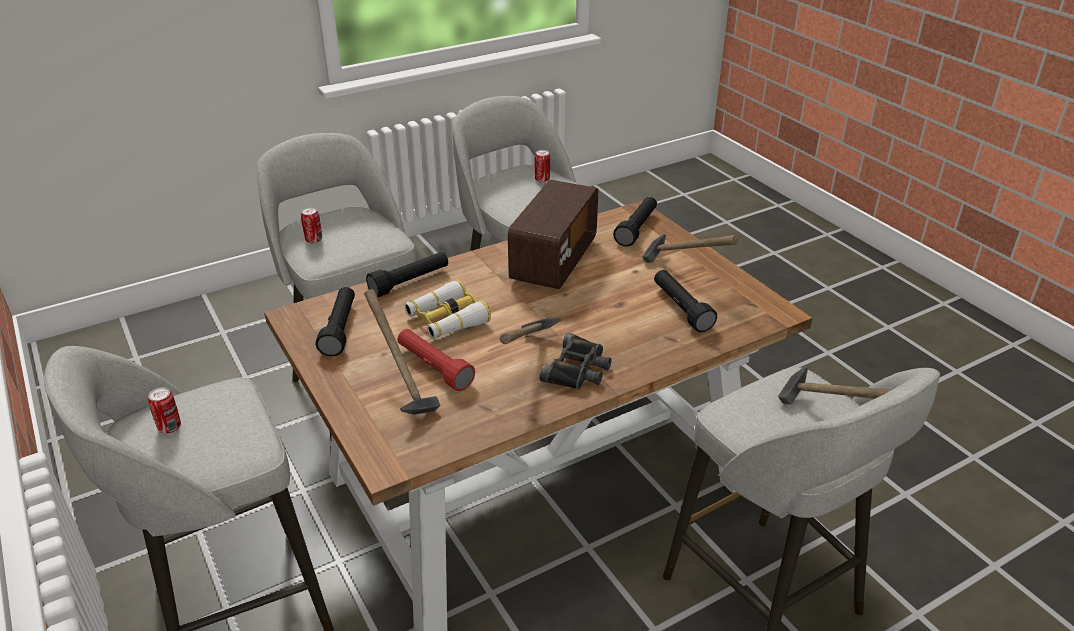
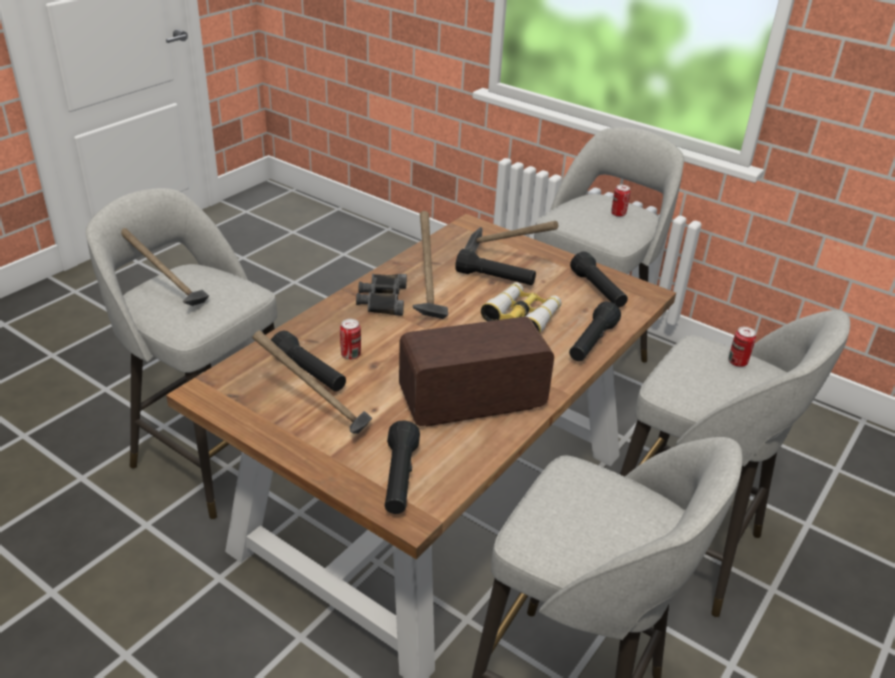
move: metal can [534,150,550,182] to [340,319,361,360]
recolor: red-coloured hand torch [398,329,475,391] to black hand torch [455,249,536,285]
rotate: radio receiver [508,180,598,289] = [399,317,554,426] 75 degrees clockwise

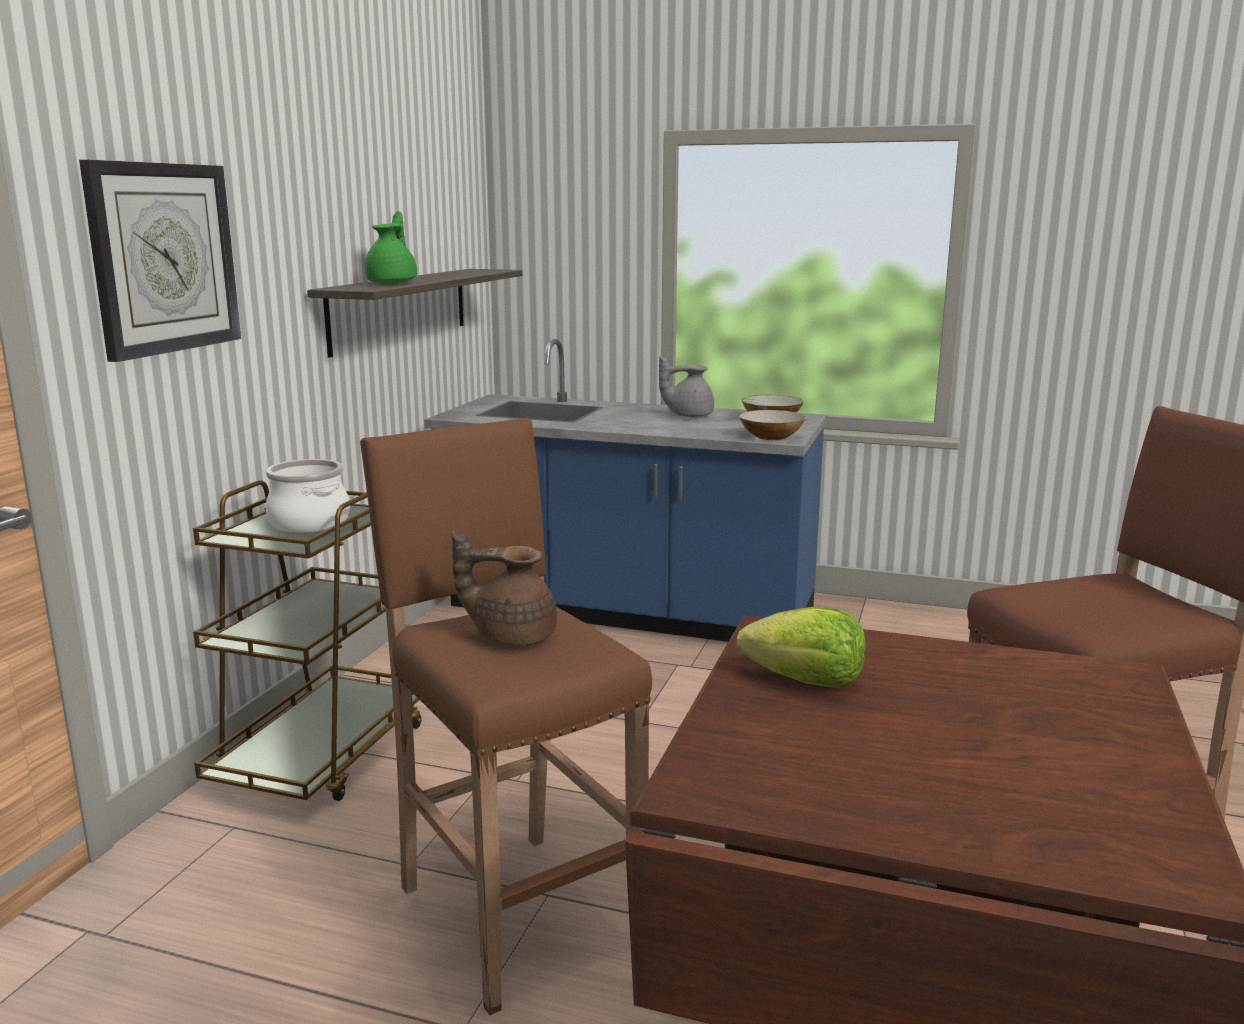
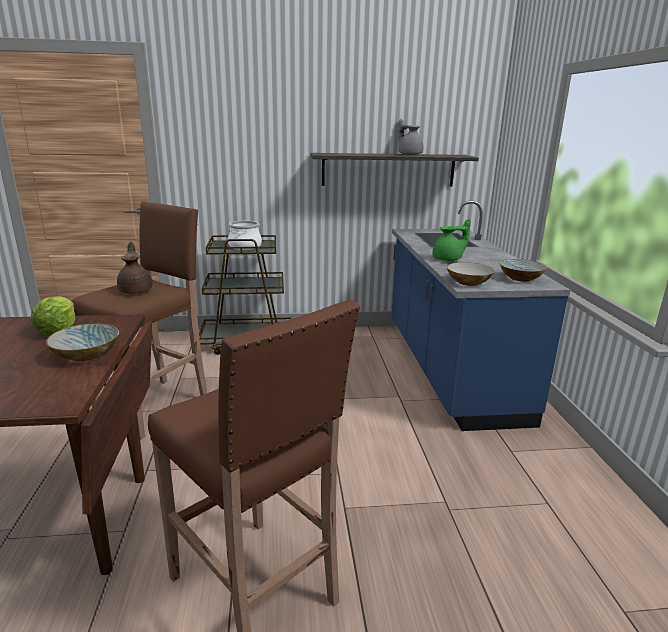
delete: wall clock [79,160,241,362]
insert: serving bowl [46,324,119,361]
move: green pot for tea [365,211,417,284] to [433,219,471,261]; grey pot for tea [659,356,714,417] to [398,119,424,155]

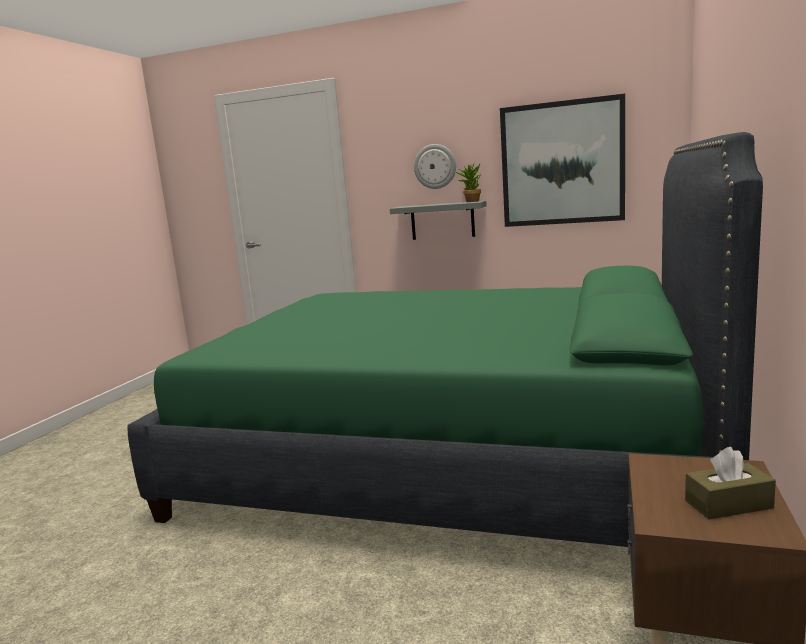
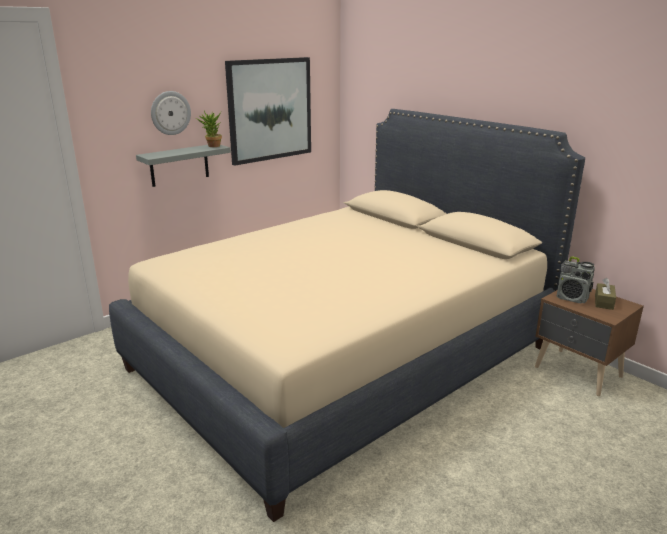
insert: radio receiver [557,256,595,303]
recolor: green bedroom bed [127,132,763,547] to beige-coloured bedroom bed [109,109,585,522]

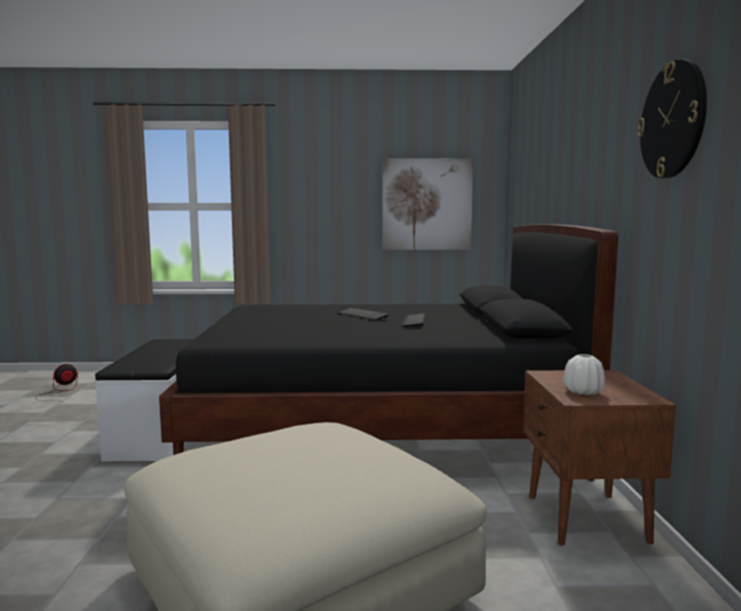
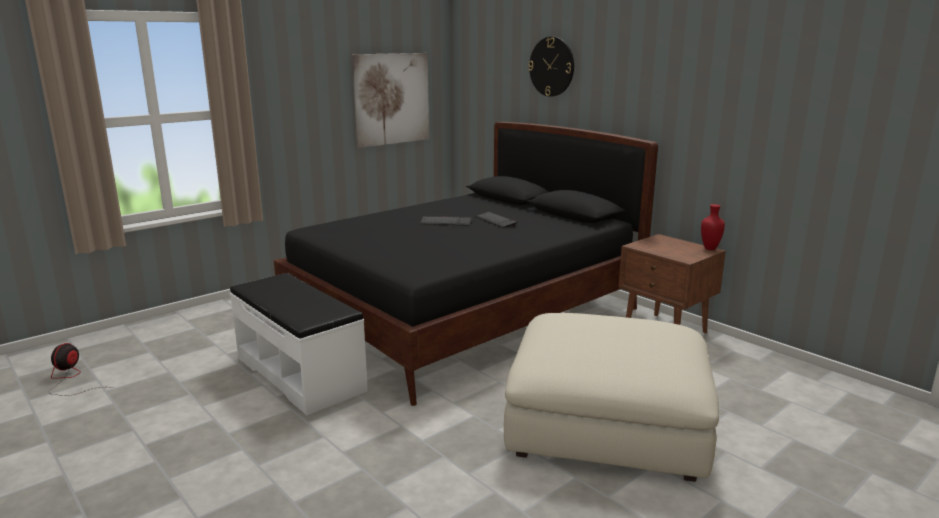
delete: whitish decorative vase [563,354,605,395]
insert: red-coloured decorative vase [701,204,725,250]
move: wall clock [637,59,707,178] to [528,37,574,97]

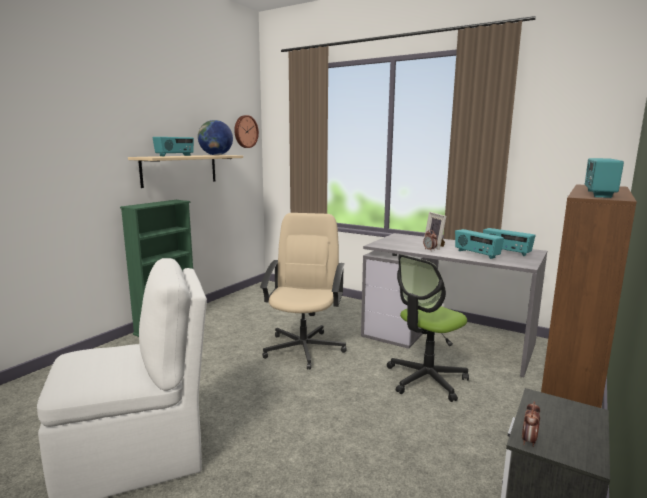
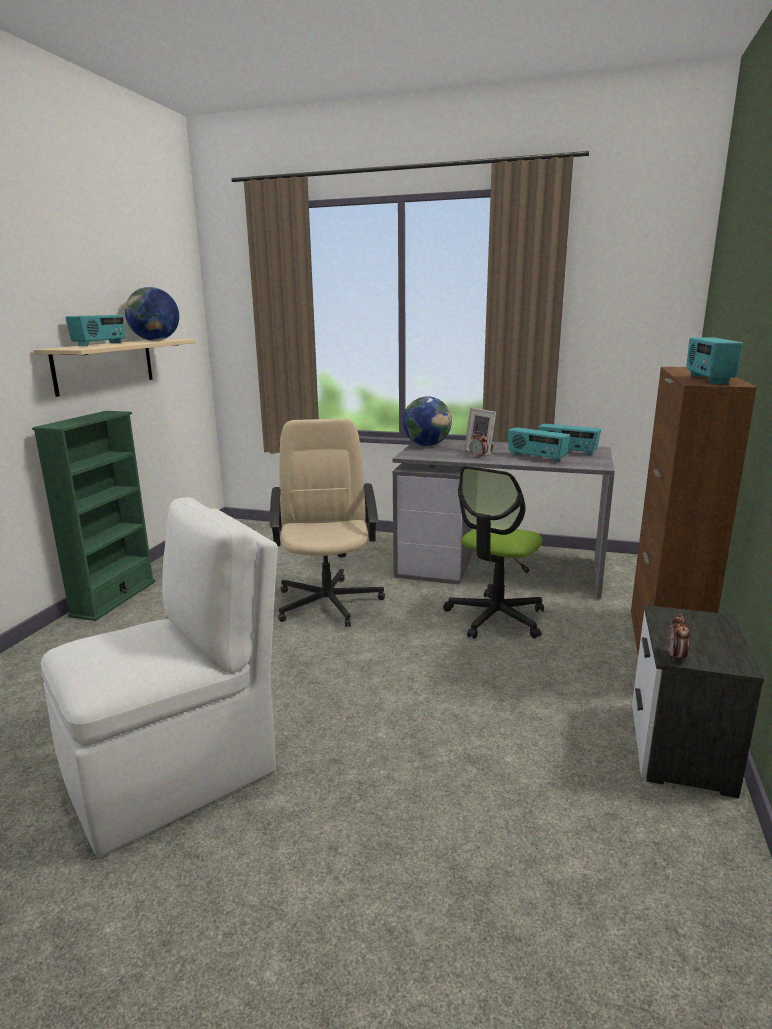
delete: wall clock [234,115,259,148]
insert: world globe [403,396,452,446]

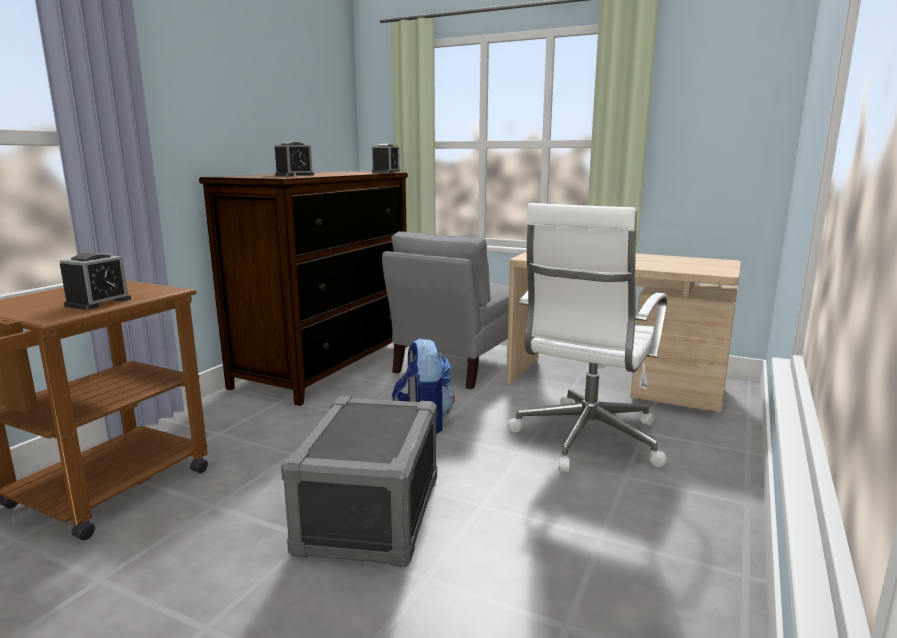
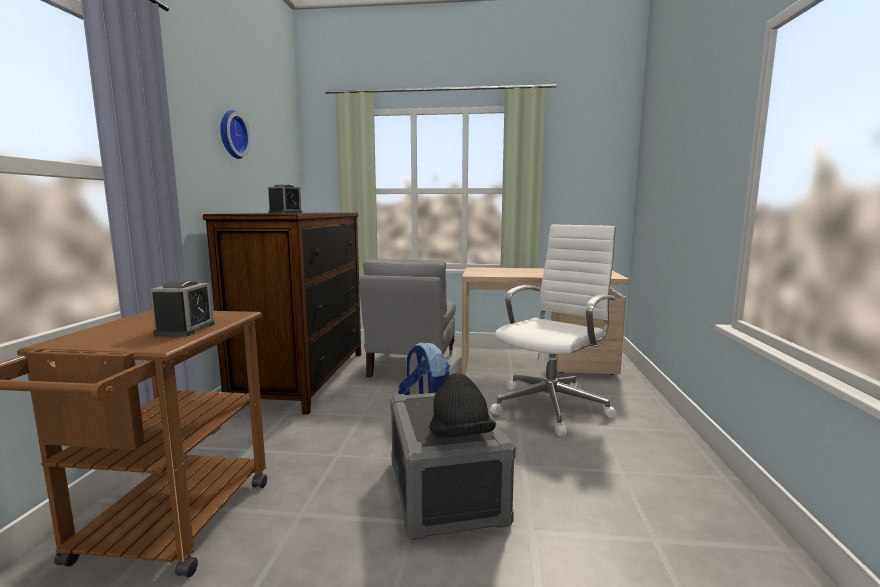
delete: bedside clock [372,144,400,173]
insert: wall clock [220,110,250,159]; black clothing hat [429,373,496,438]
rotate: whitish desk chair [507,203,667,472] = [490,224,617,436] 150 degrees counterclockwise

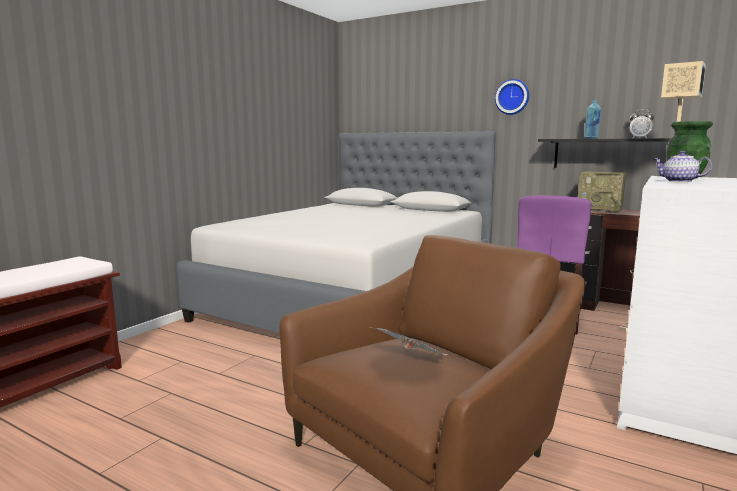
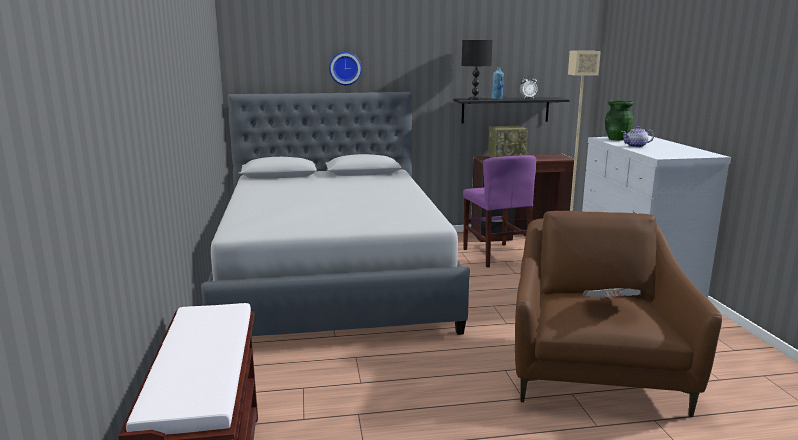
insert: black table lamp [462,40,492,100]
move: wall clock [495,79,529,115] to [329,52,362,85]

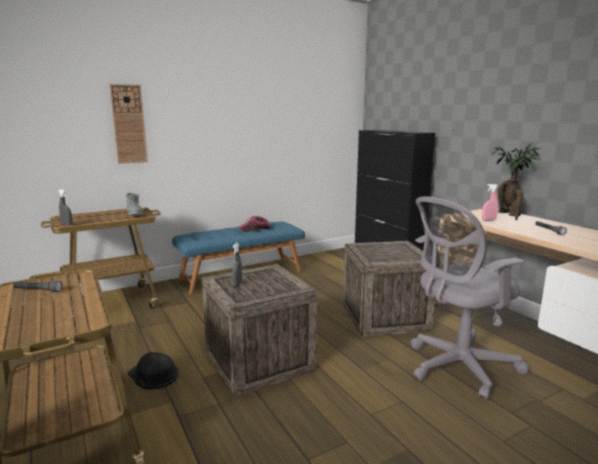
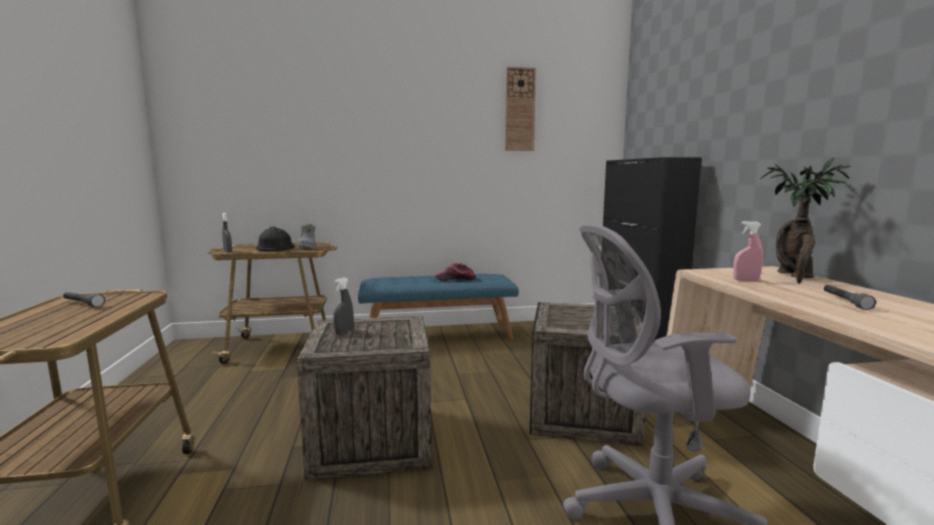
move: wall clock [109,84,148,164] to [505,67,536,151]; black work helmet [128,352,178,389] to [256,227,295,251]

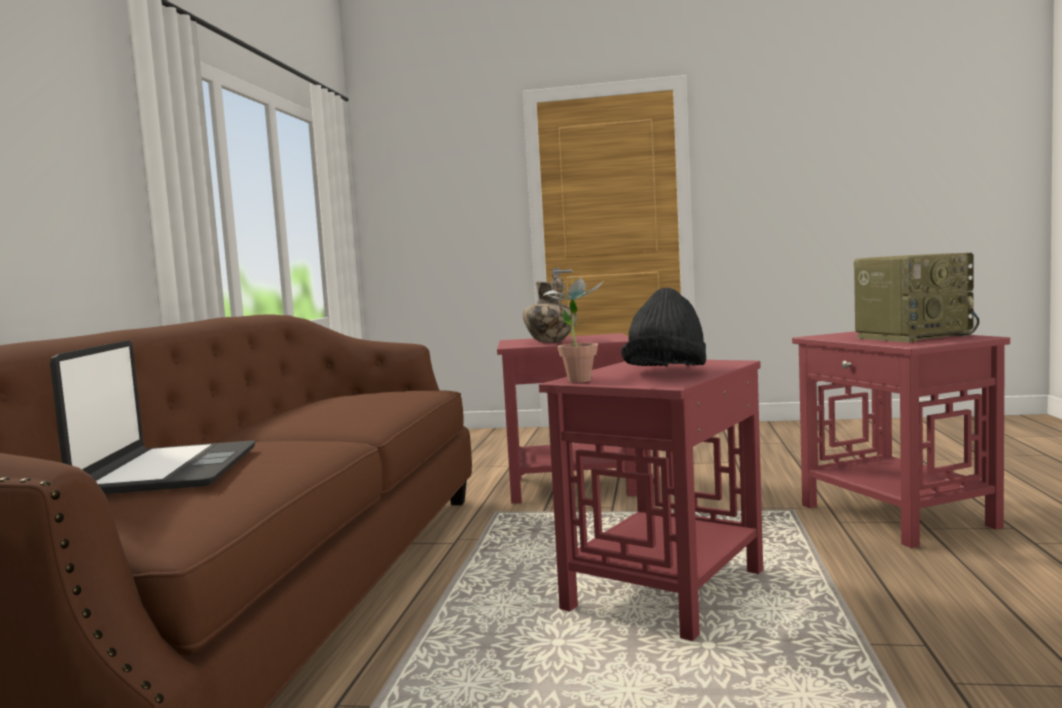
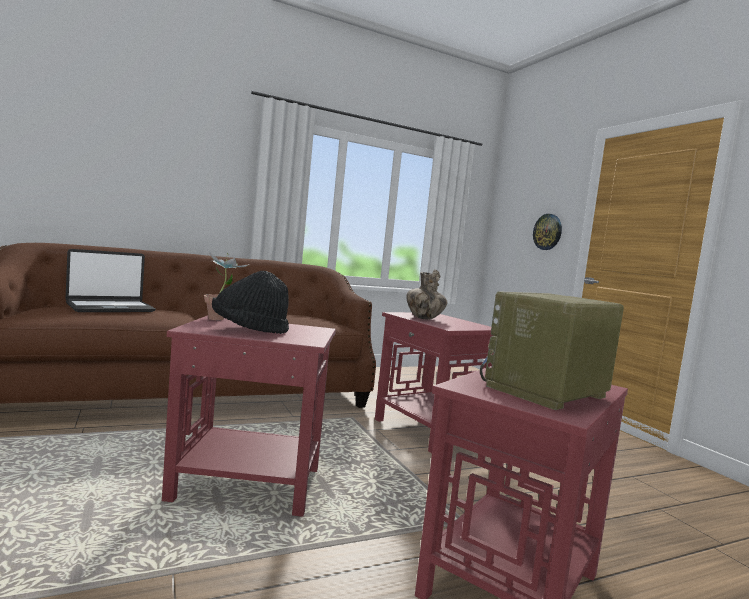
insert: wall clock [533,214,562,250]
rotate: radio receiver [854,253,979,343] = [480,291,624,410] 105 degrees clockwise

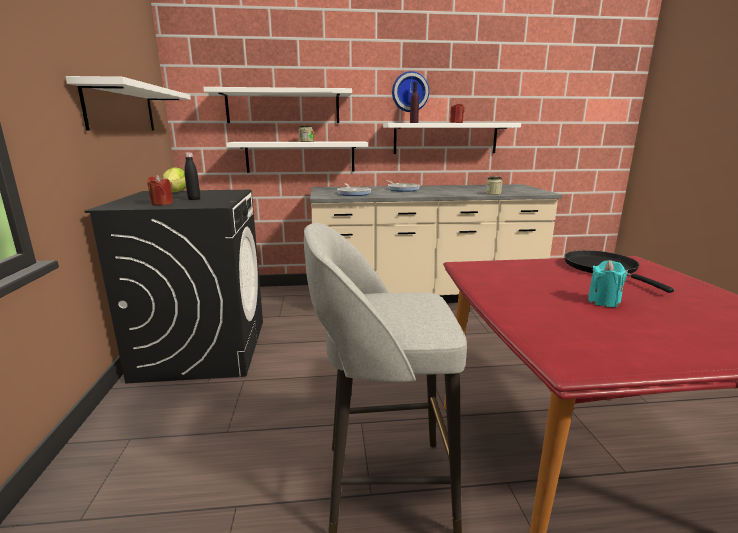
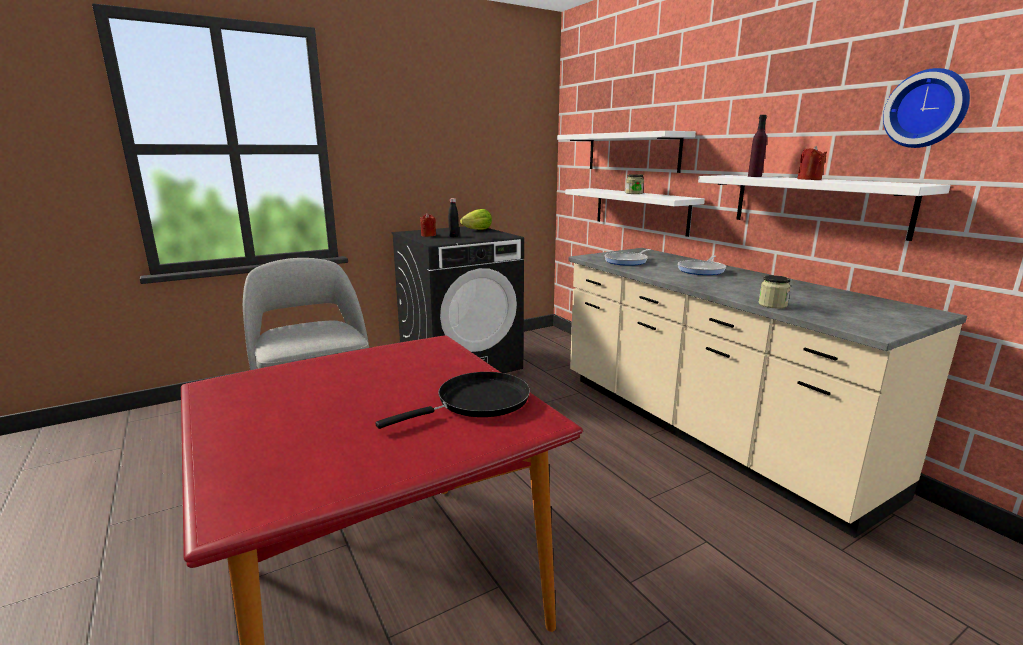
delete: whitish shelf [65,76,191,131]; blue-green wax light [588,260,627,307]
move: wall clock [392,71,429,112] to [883,68,970,148]

